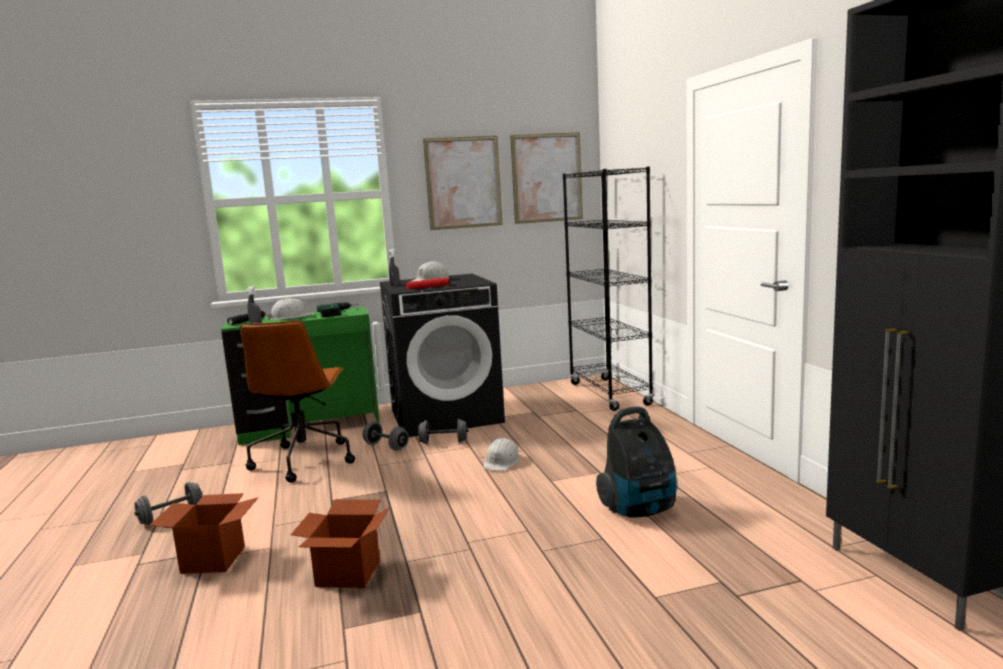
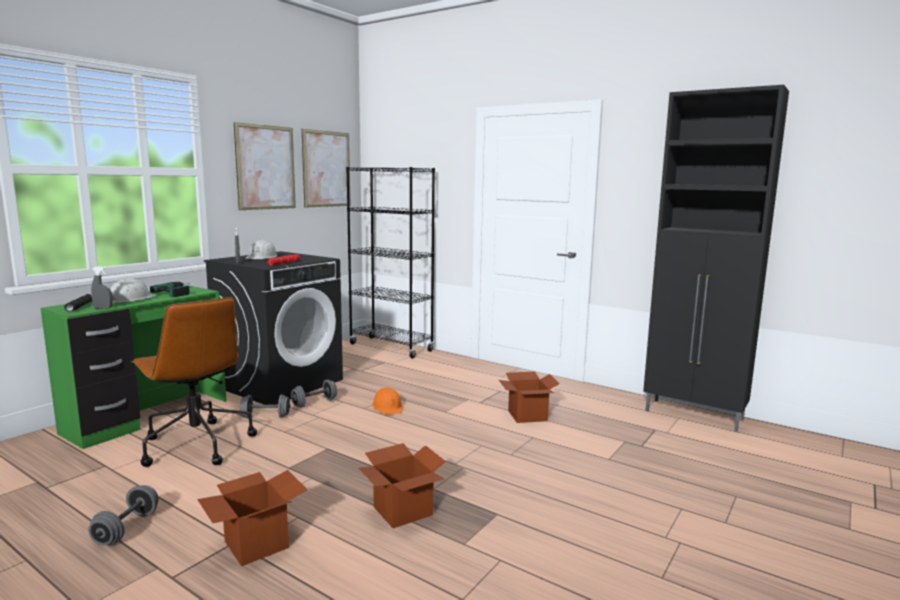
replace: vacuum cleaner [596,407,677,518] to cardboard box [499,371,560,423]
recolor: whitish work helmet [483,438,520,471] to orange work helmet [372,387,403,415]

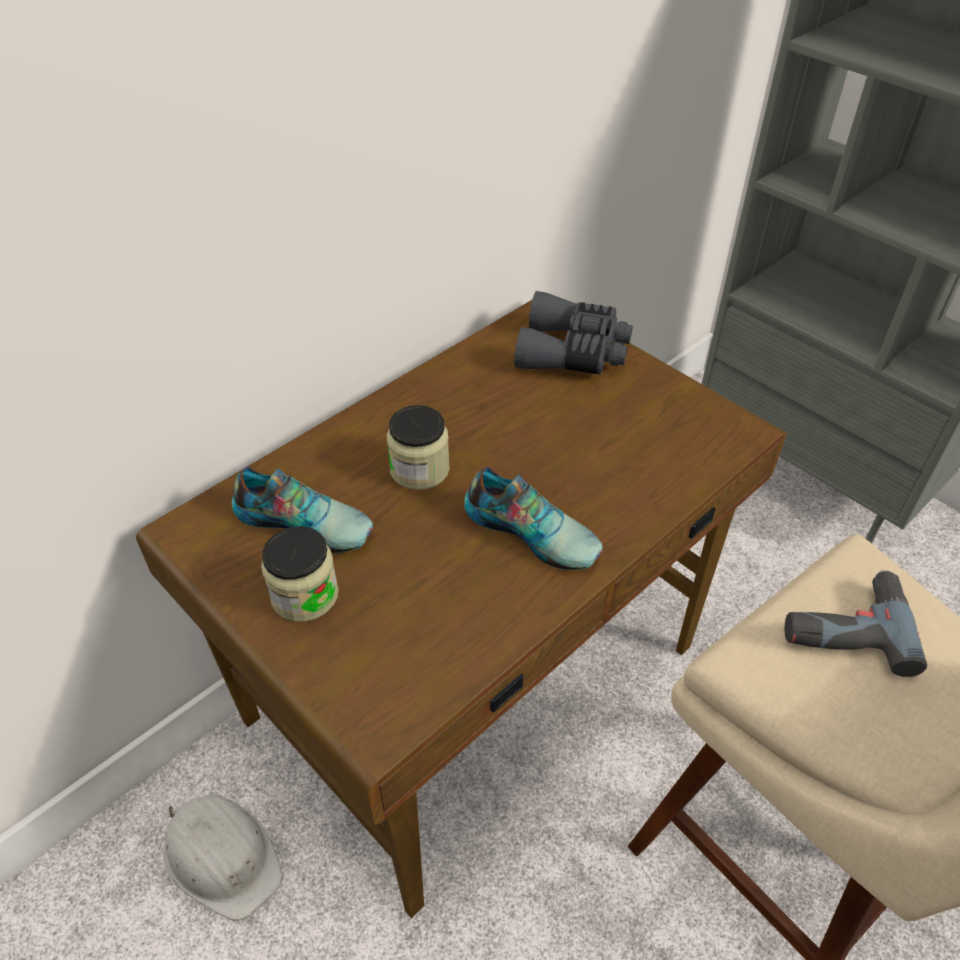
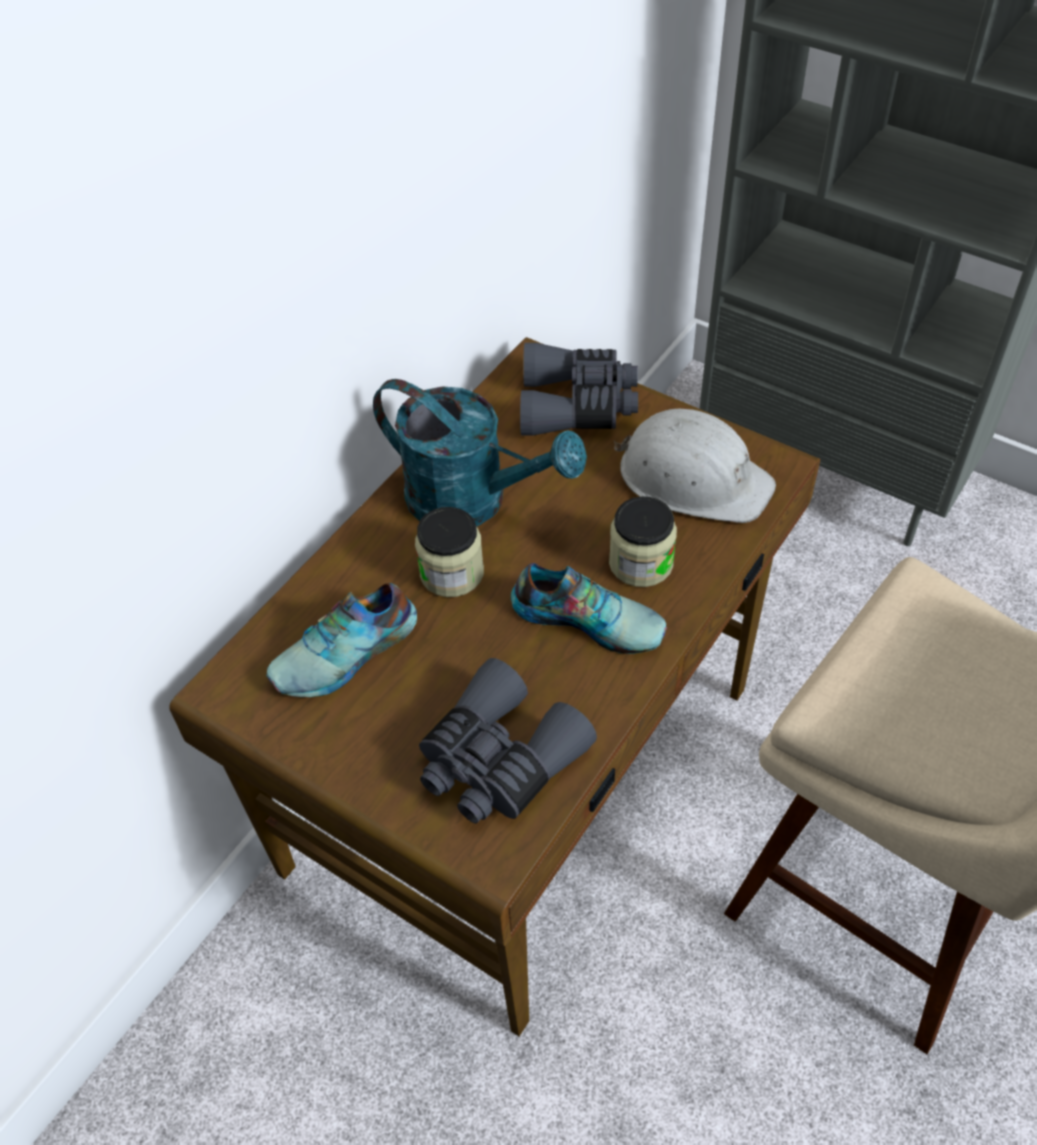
delete: power drill [785,570,927,677]
insert: blue-green sprinkling can [373,379,587,527]; grey pair of binoculars [419,658,597,823]
move: whitish work helmet [164,796,283,921] to [614,409,776,523]; preserve jar [261,526,339,622] to [609,496,677,587]
rotate: item of footwear [232,467,373,553] = [266,583,417,697] 135 degrees clockwise

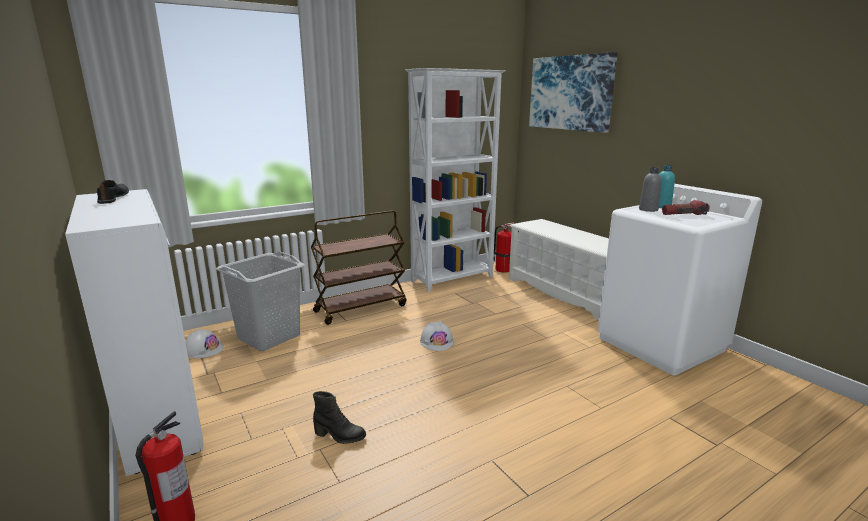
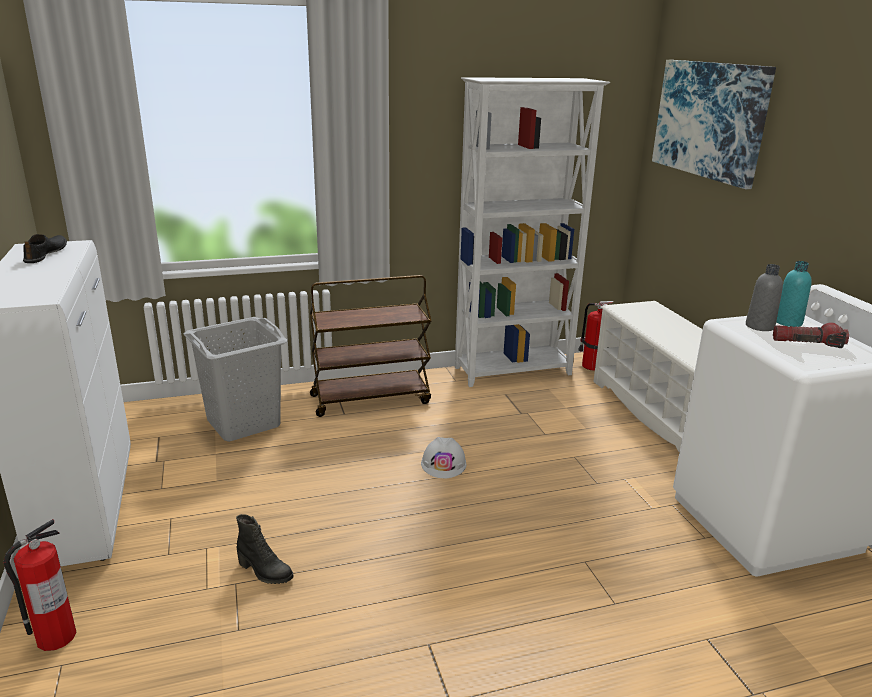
delete: whitish work helmet [186,328,224,358]

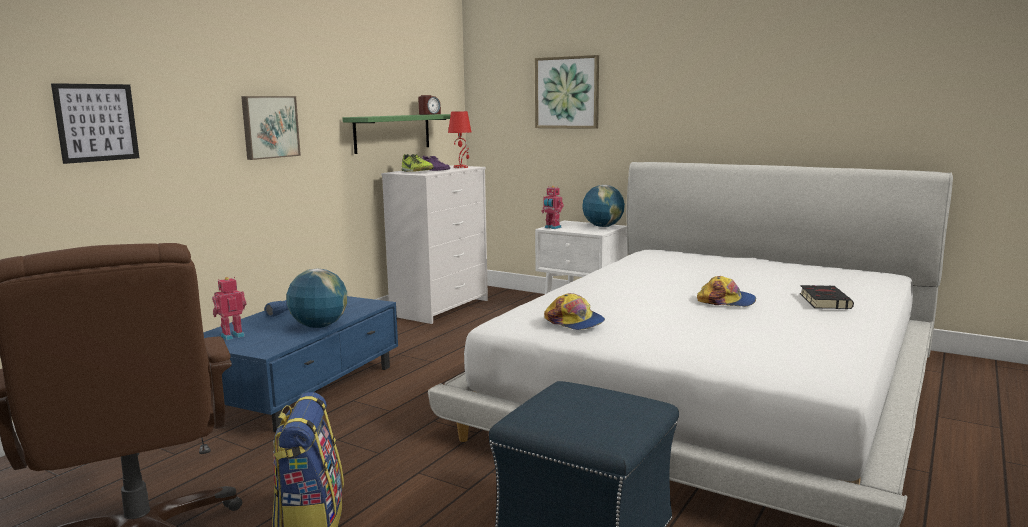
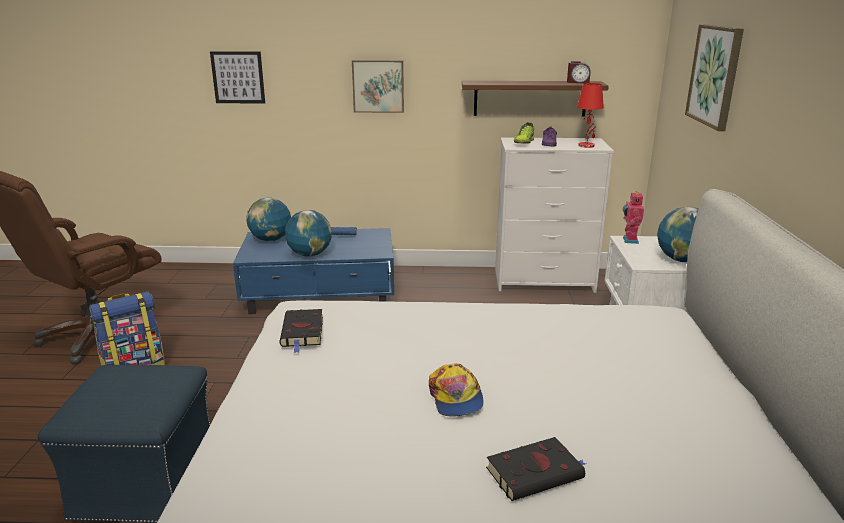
replace: toy robot [212,277,246,340] to world globe [246,197,291,242]; cap [544,293,605,330] to black volume [280,309,323,353]
recolor: green shelf [342,114,451,154] to brown shelf [462,81,609,117]

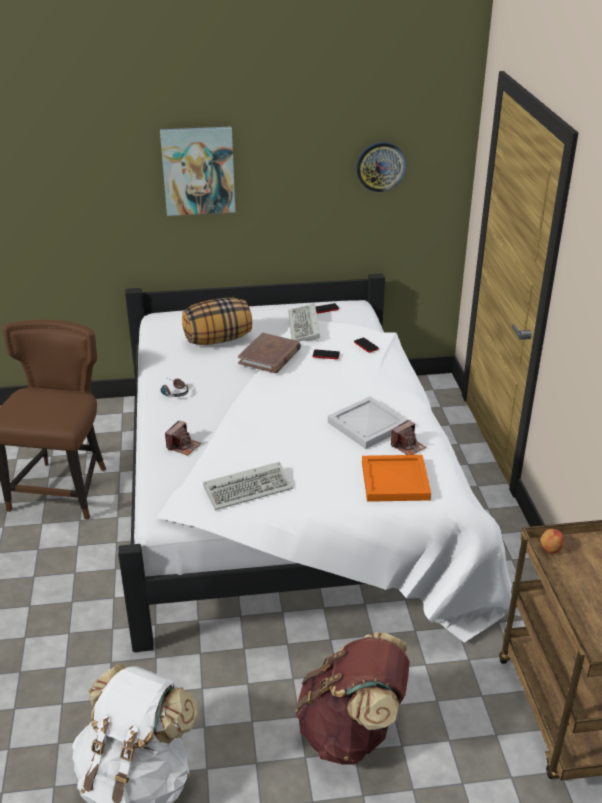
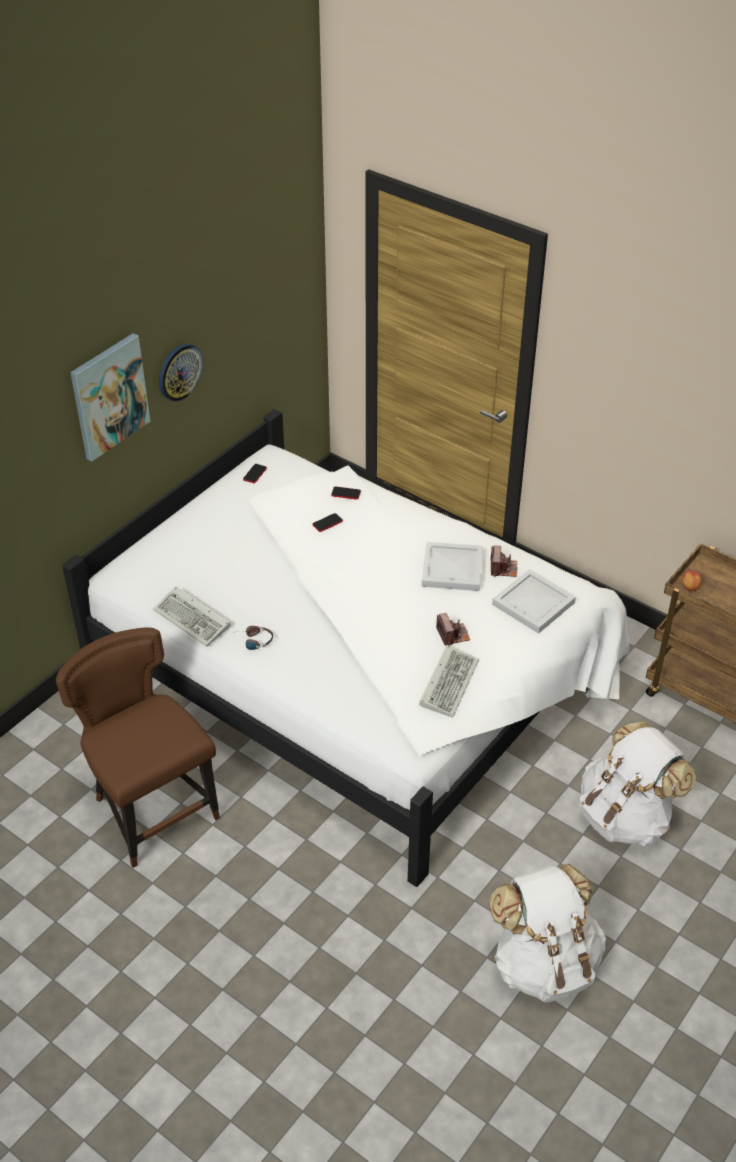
delete: cushion [182,298,252,345]; brown volume [238,333,301,373]
move: still camera [165,420,201,456] to [436,613,470,646]; computer keyboard [288,304,320,341] to [153,586,231,647]; wall clock [356,142,406,192] to [159,344,203,402]
recolor: brown knapsack [295,632,410,765] to whitish knapsack [580,721,696,846]; orange tray [362,455,431,502] to whitish tray [492,569,576,634]

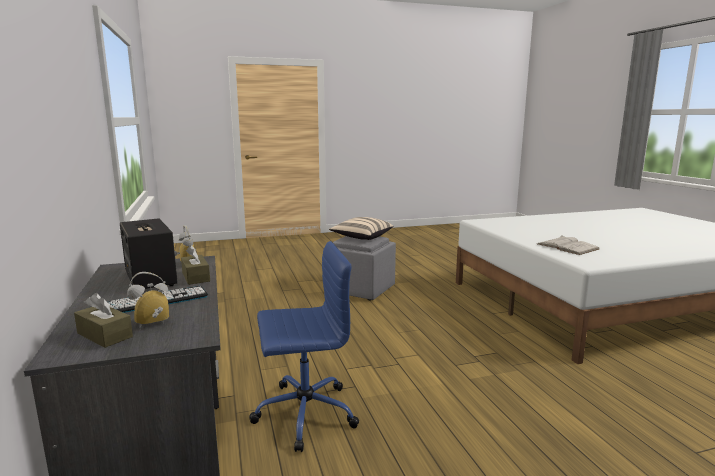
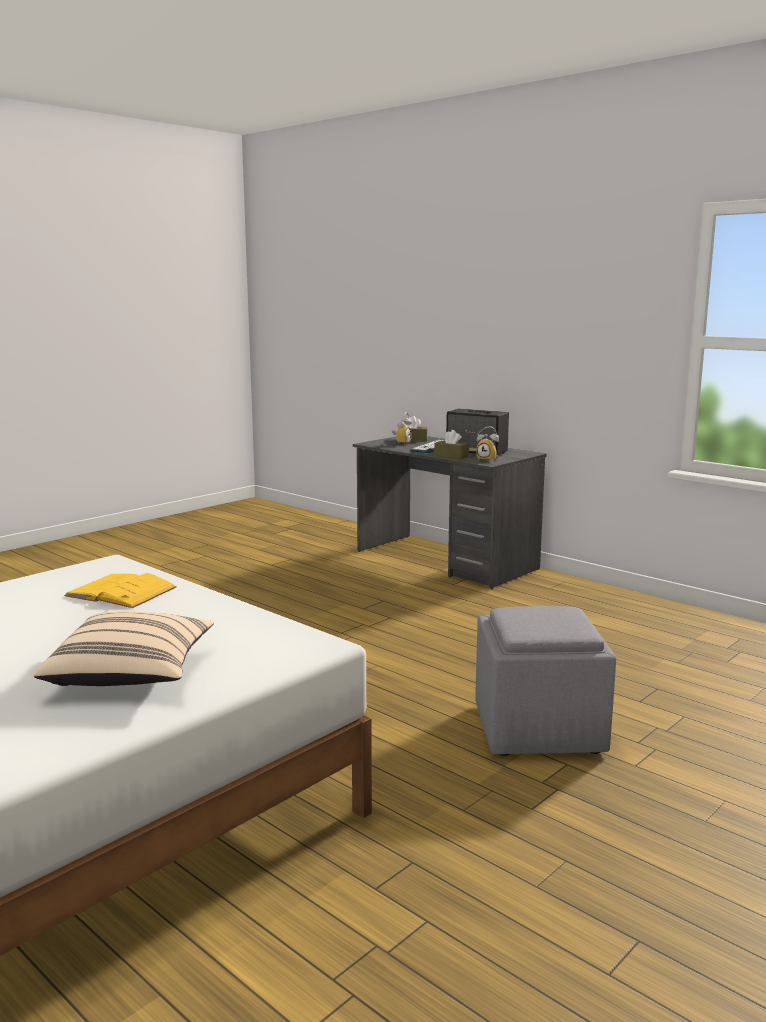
delete: bluish desk chair [249,241,359,452]
move: beige-coloured cushion [329,217,393,240] to [34,612,214,686]
recolor: whitish volume [538,236,599,255] to yellowish volume [64,573,177,608]

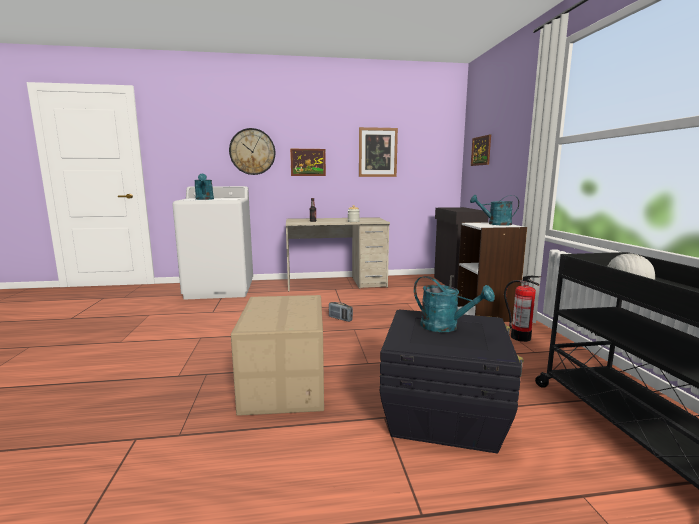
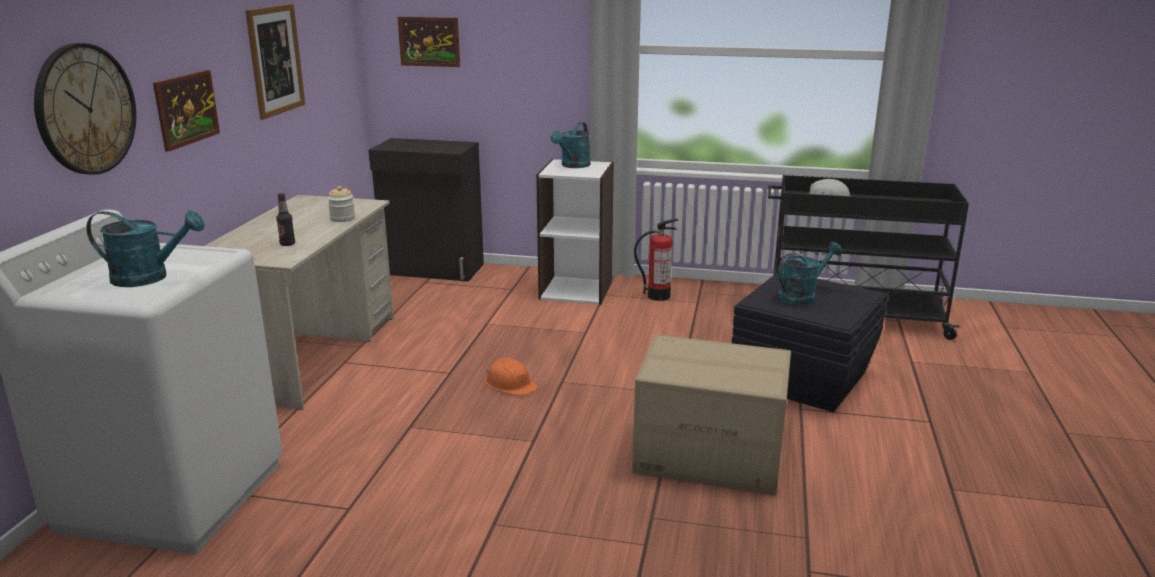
replace: radio receiver [329,302,353,322] to orange work helmet [485,358,538,396]

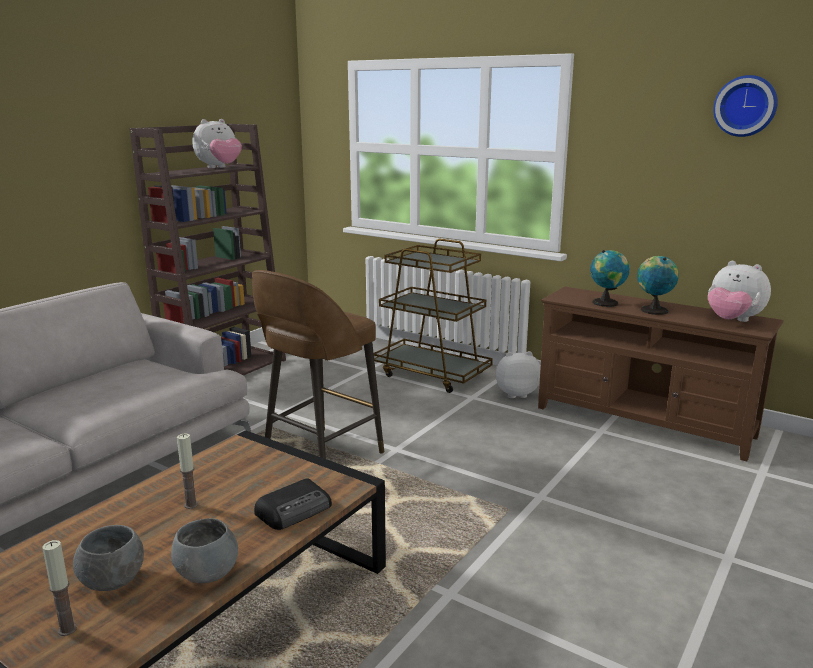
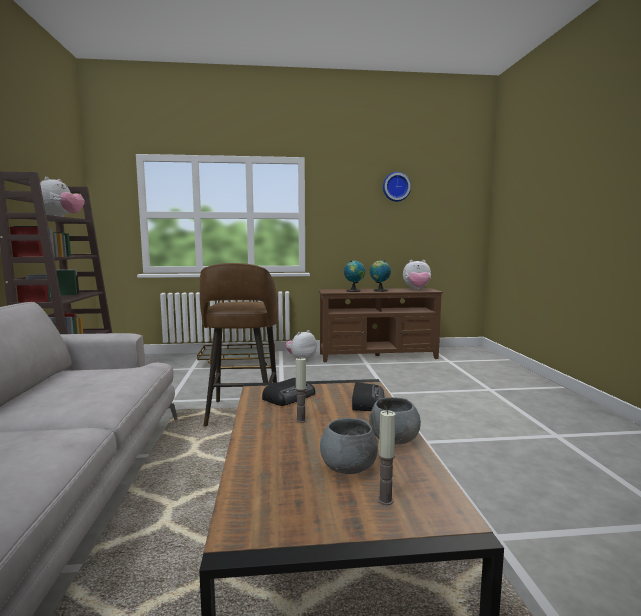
insert: radio receiver [262,378,315,406]

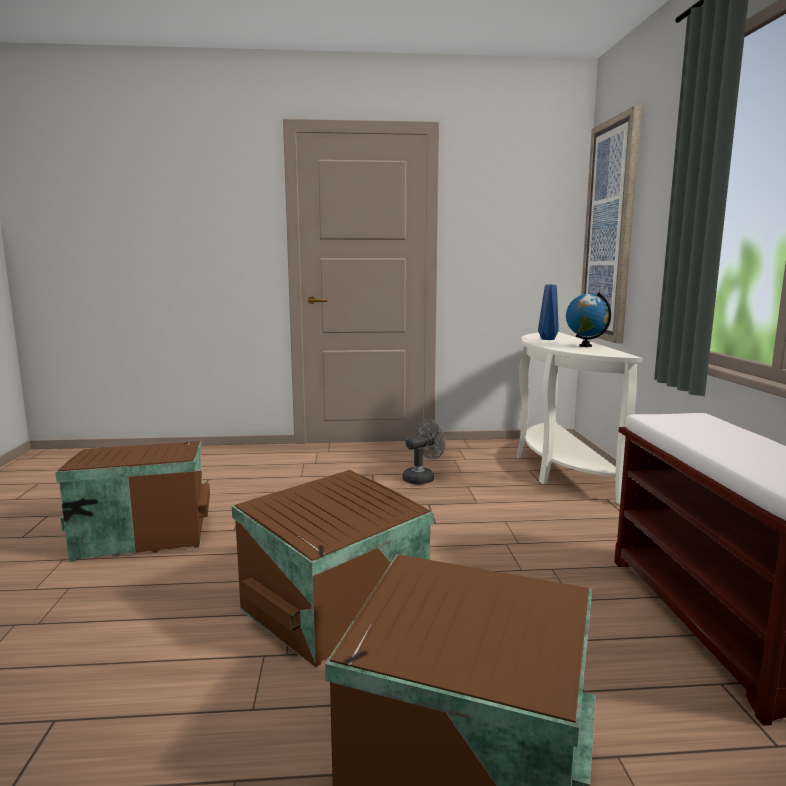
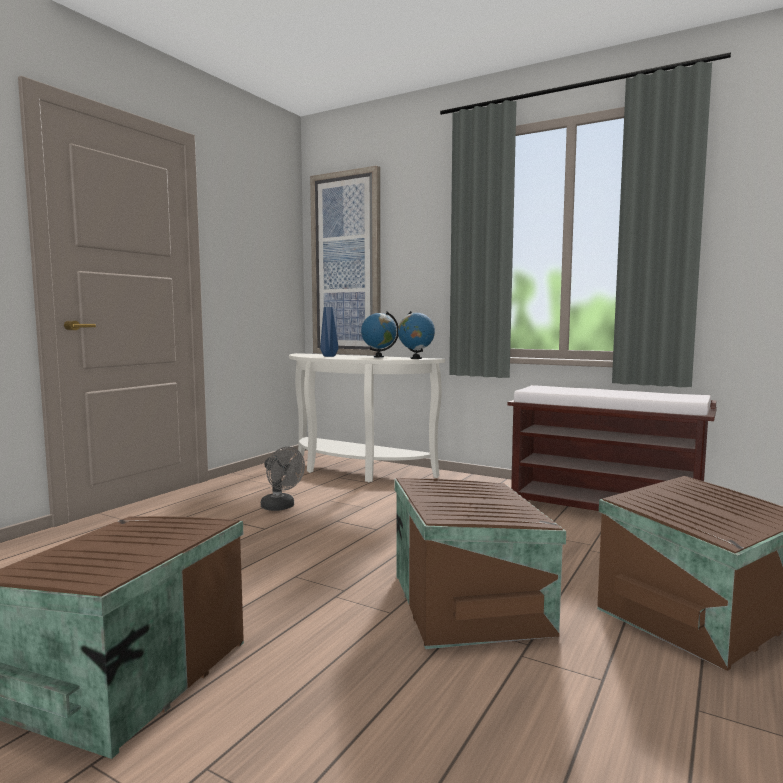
insert: world globe [398,311,435,359]
rotate: grey fan [403,419,446,485] = [261,447,305,511] 135 degrees clockwise

